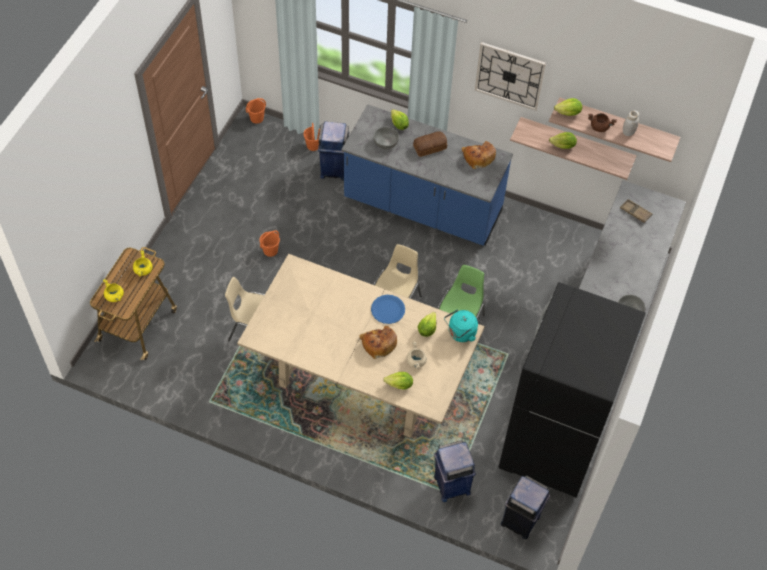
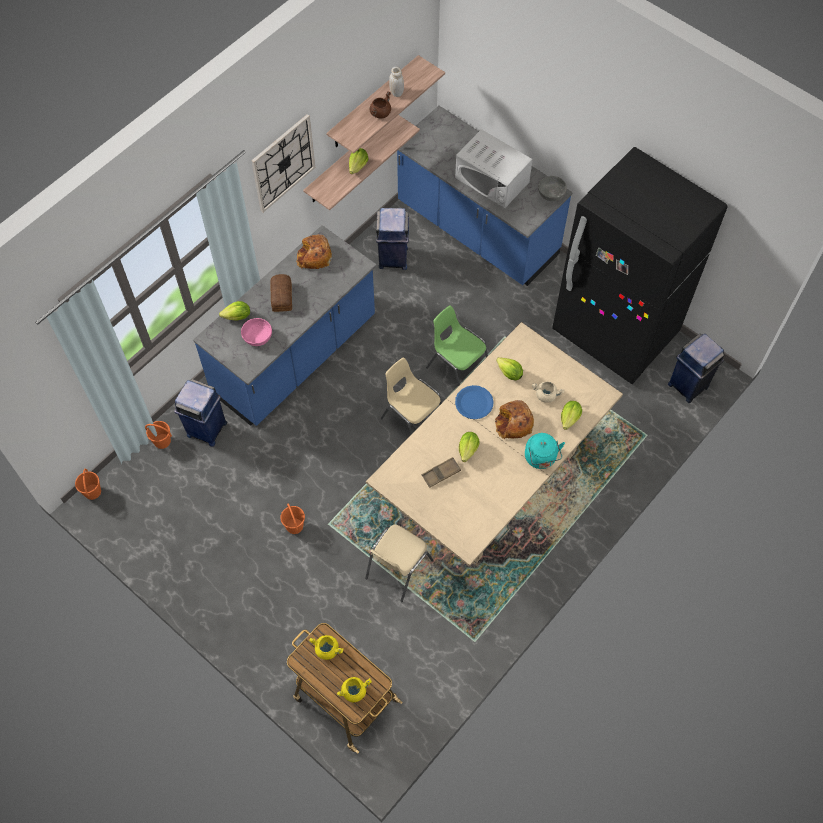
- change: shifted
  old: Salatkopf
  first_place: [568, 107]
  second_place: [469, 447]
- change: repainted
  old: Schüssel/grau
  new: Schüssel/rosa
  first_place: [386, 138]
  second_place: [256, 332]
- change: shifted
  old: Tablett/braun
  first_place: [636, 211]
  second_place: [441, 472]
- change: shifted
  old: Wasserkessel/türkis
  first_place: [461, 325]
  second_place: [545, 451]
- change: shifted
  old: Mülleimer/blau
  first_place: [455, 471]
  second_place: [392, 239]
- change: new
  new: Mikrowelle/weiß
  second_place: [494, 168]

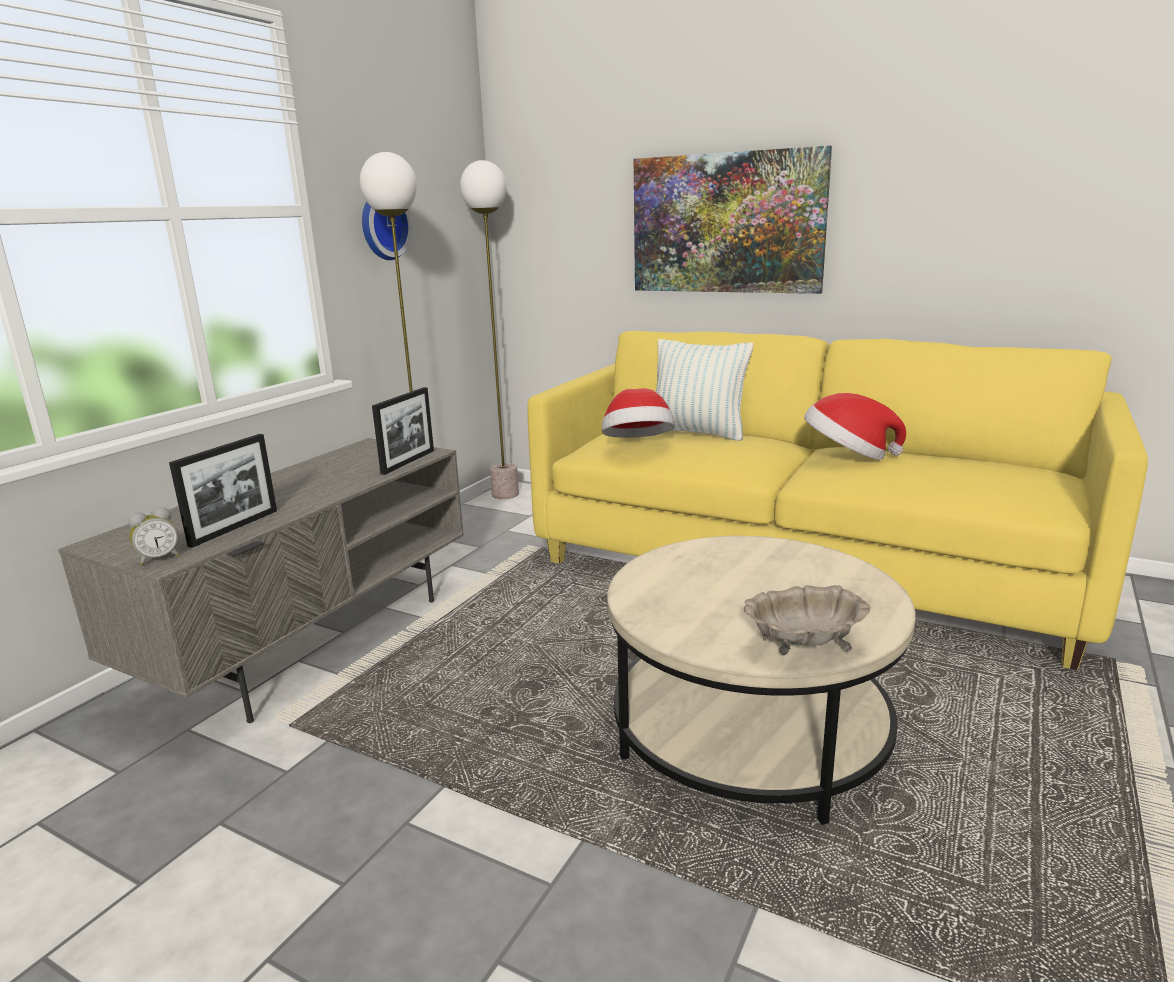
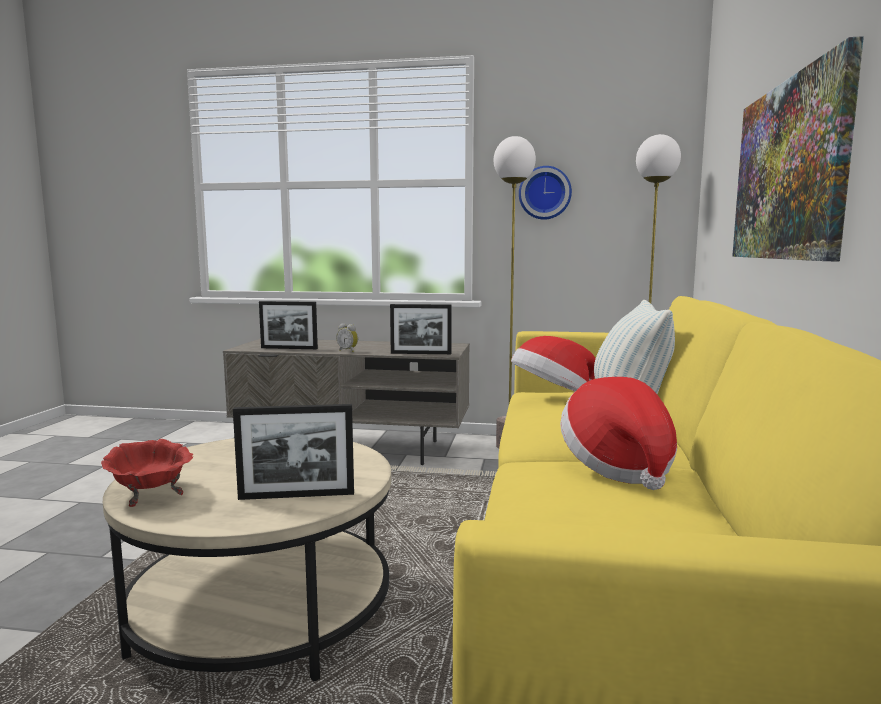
- change: shifted
  old: Wecker
  first_place: [154, 536]
  second_place: [347, 337]
- change: repainted
  old: Schüssel/beige
  new: Schüssel/rot
  first_place: [807, 620]
  second_place: [147, 473]
- change: new
  new: Bilderrahmen
  second_place: [293, 452]

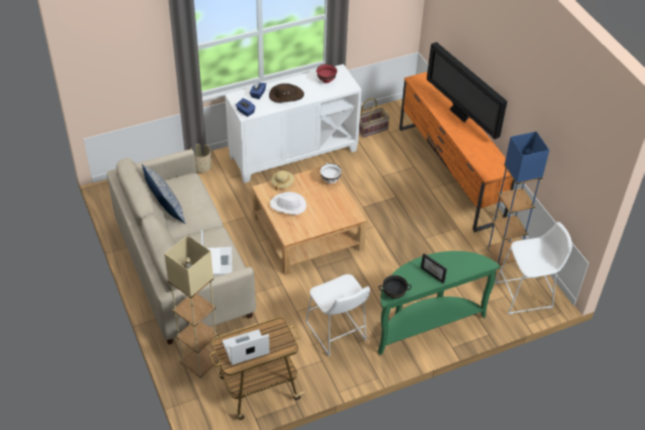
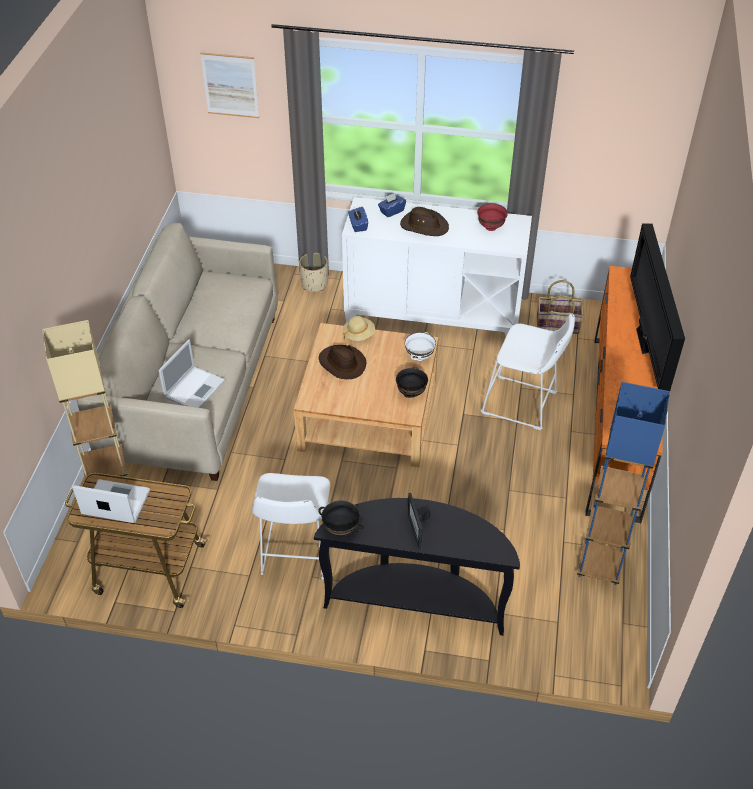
- change: gone
  old: Kissen
  first_place: [164, 194]
- change: repainted
  old: Hut/weiß
  new: Hut/braun
  first_place: [288, 203]
  second_place: [342, 362]
- change: shifted
  old: Hocker/weiß
  first_place: [533, 268]
  second_place: [528, 372]
- change: repainted
  old: Konsolentisch/grün
  new: Konsolentisch/schwarz
  first_place: [439, 303]
  second_place: [417, 567]
- change: new
  new: Bild
  second_place: [229, 85]
- change: new
  new: Schüssel/schwarz
  second_place: [412, 382]

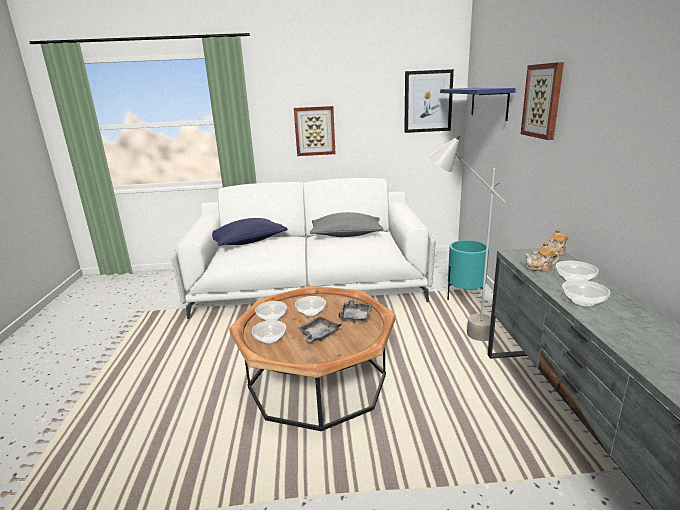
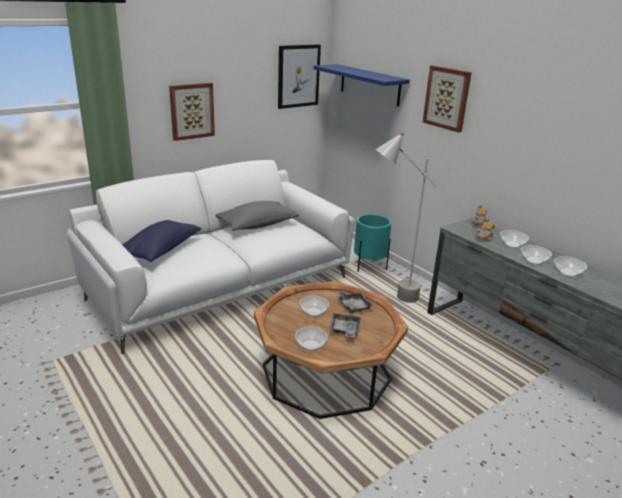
- change: shifted
  old: Schüssel
  first_place: [271, 311]
  second_place: [570, 266]

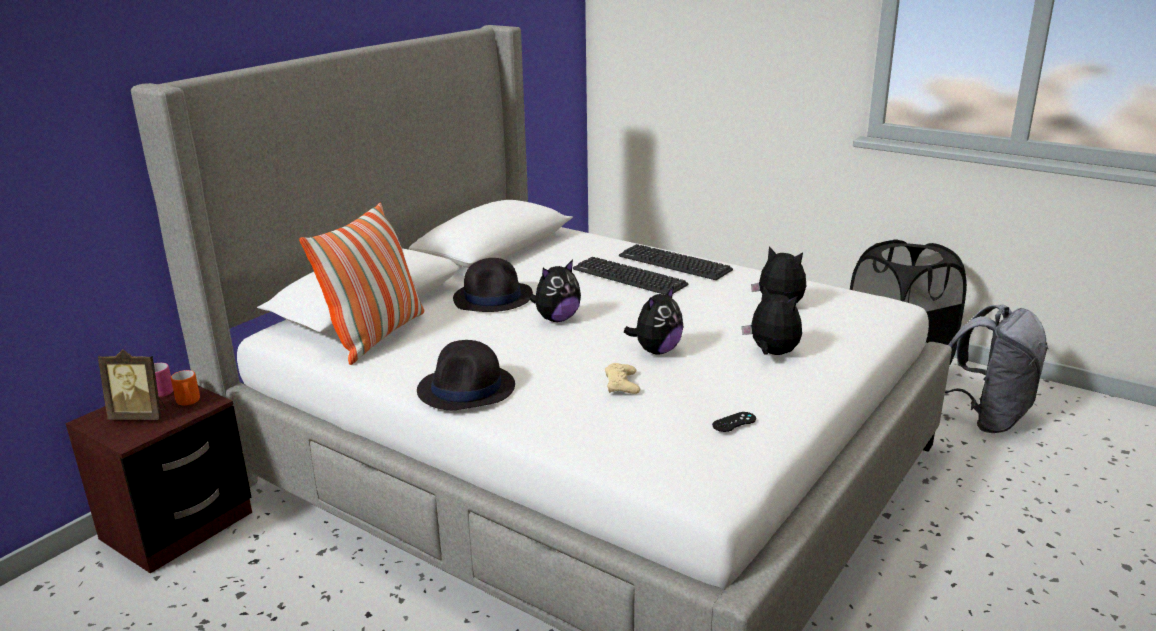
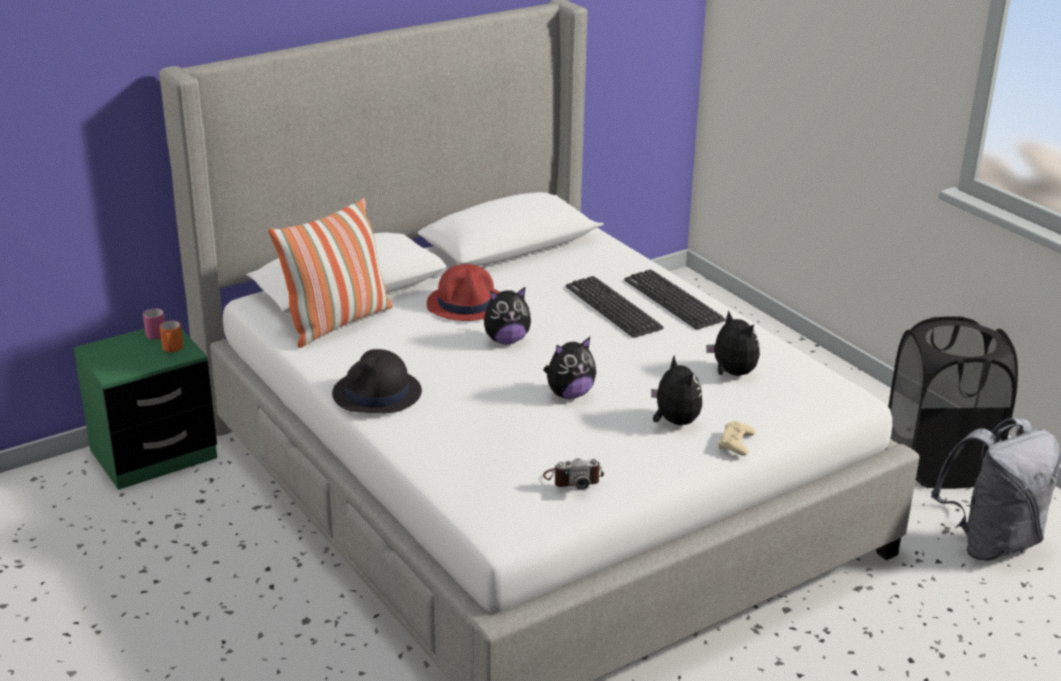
- change: repainted
  old: Hut/schwarz
  new: Hut/rot
  first_place: [493, 285]
  second_place: [463, 292]
- change: gone
  old: Bilderrahmen
  first_place: [132, 384]
- change: shifted
  old: Gamepad/beige
  first_place: [623, 378]
  second_place: [737, 438]
- change: repainted
  old: Nachttisch/braun
  new: Nachttisch/grün
  first_place: [159, 480]
  second_place: [145, 409]
- change: swapped
  old: Gamepad/schwarz
  new: Kamera
  first_place: [734, 422]
  second_place: [573, 474]

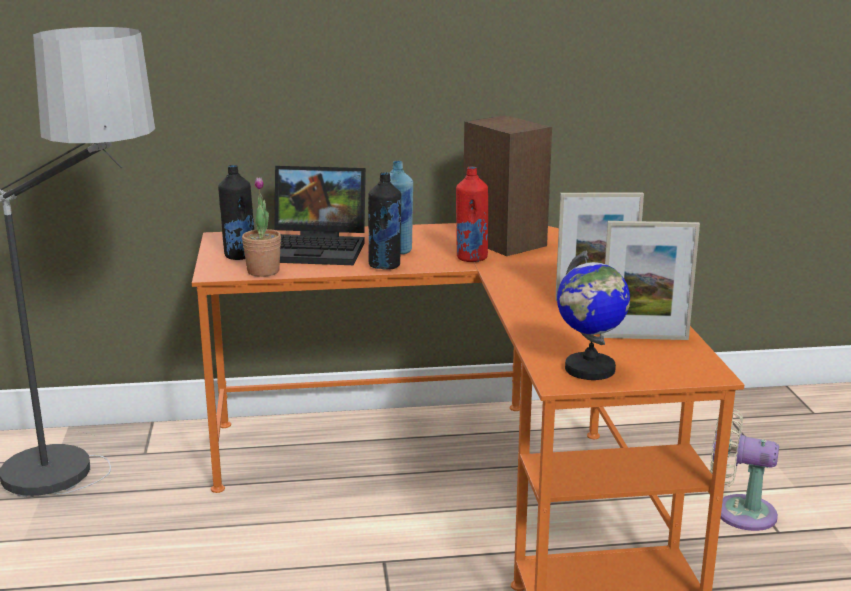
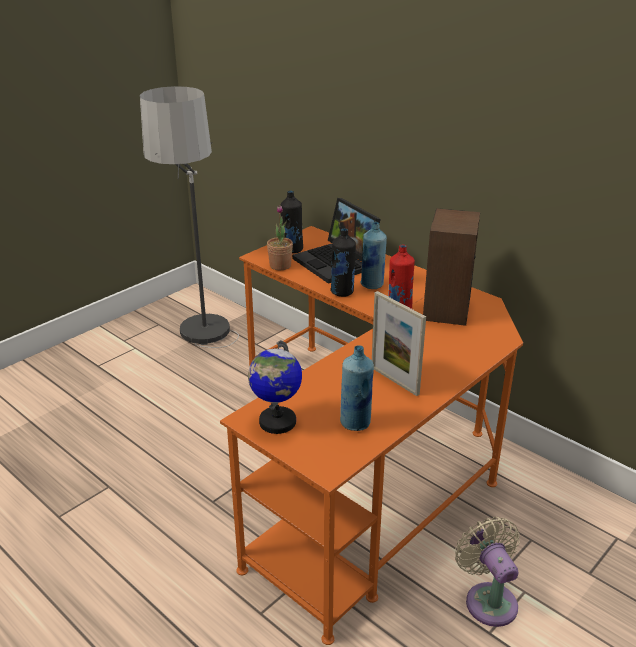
- change: swapped
  old: Bilderrahmen
  new: Flasche/blau
  first_place: [650, 280]
  second_place: [357, 388]

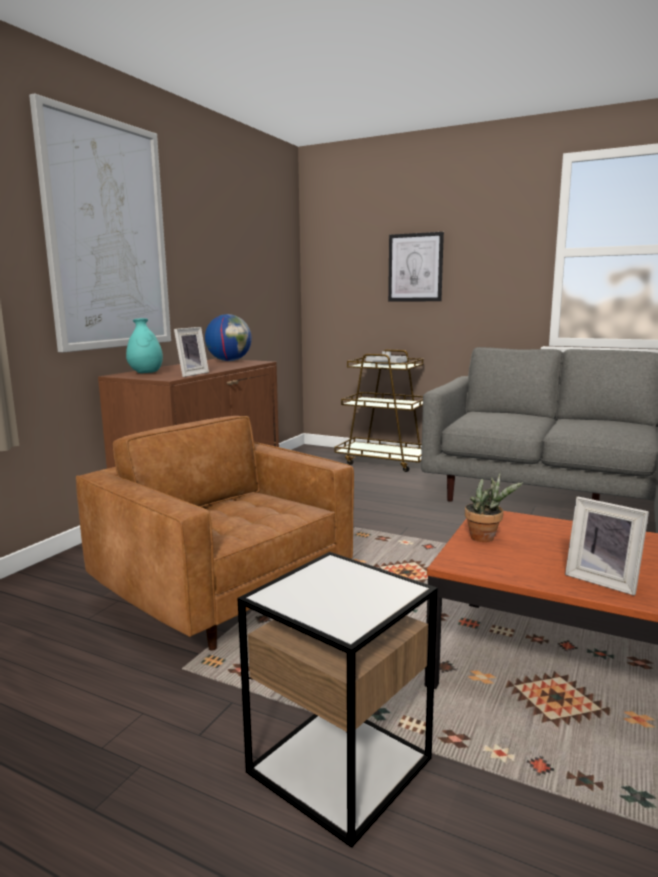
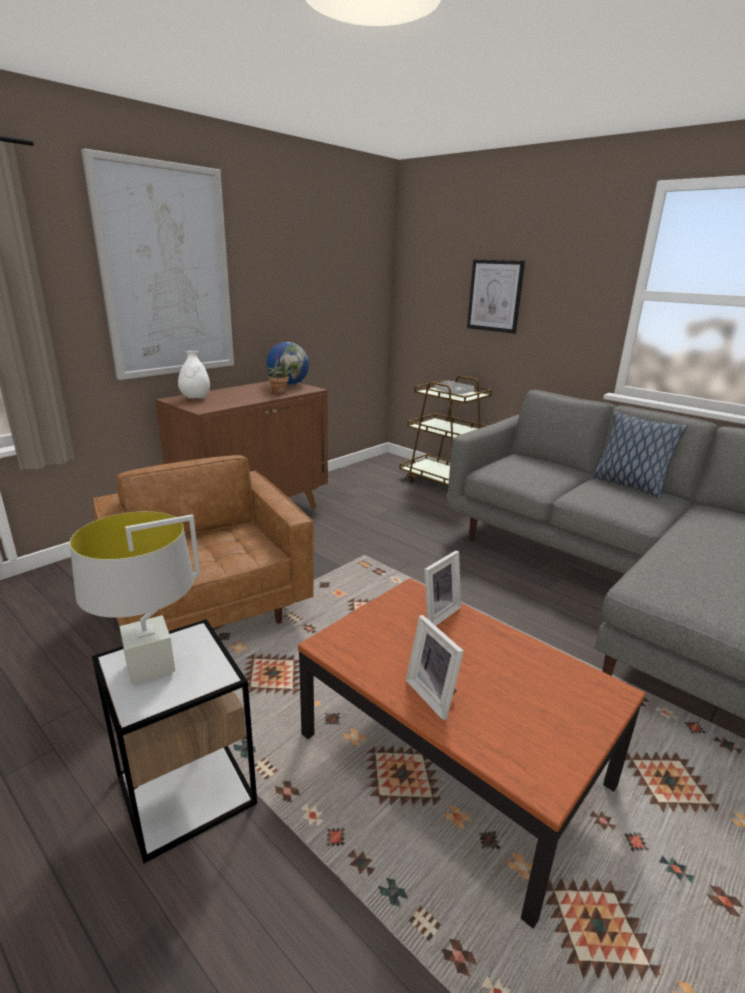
- change: repainted
  old: Vase/türkis
  new: Vase/weiß
  first_place: [144, 345]
  second_place: [194, 375]
- change: shifted
  old: Bilderrahmen
  first_place: [191, 352]
  second_place: [442, 588]
- change: shifted
  old: Topfpflanze
  first_place: [494, 507]
  second_place: [280, 375]
- change: new
  new: Kissen
  second_place: [640, 454]
- change: new
  new: Tischlampe/grau
  second_place: [135, 598]

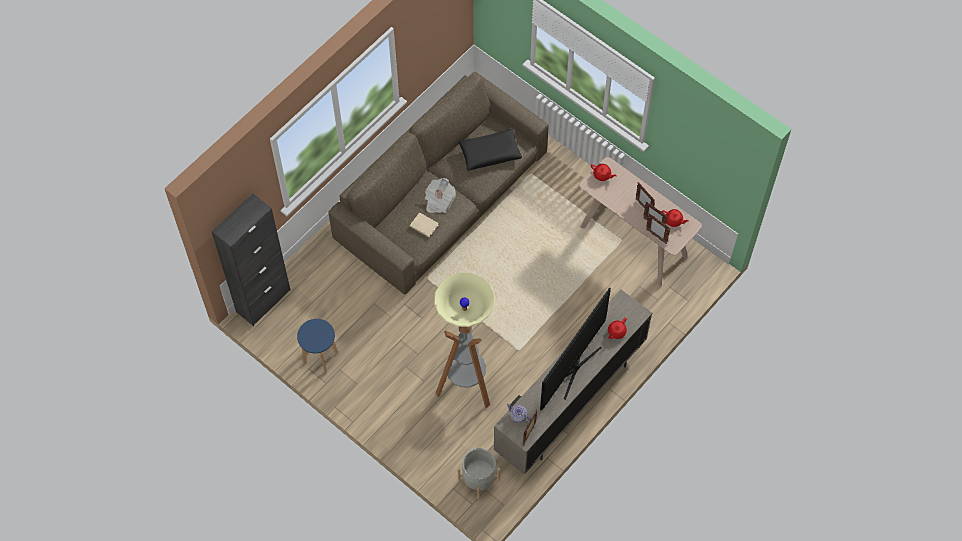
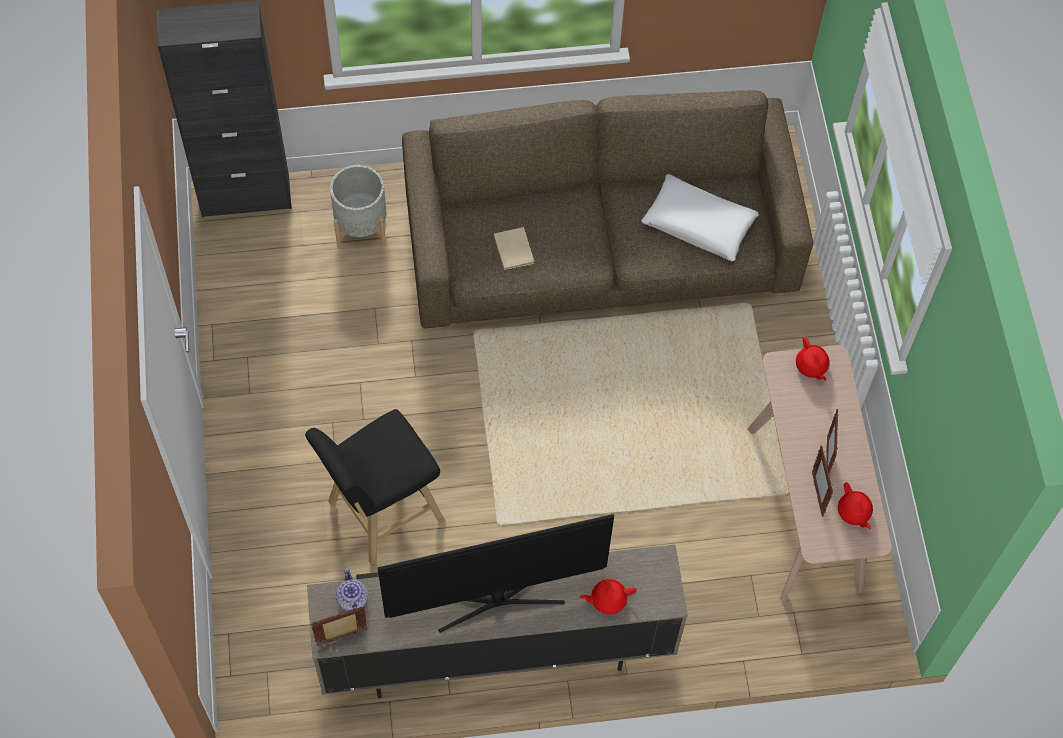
- change: repainted
  old: Kissen/schwarz
  new: Kissen/weiß
  first_place: [490, 150]
  second_place: [700, 217]
- change: gone
  old: Zeitung
  first_place: [440, 195]
- change: gone
  old: Bilderrahmen
  first_place: [658, 228]
- change: swapped
  old: Stehlampe
  new: Hocker/schwarz
  first_place: [464, 340]
  second_place: [375, 487]
- change: gone
  old: Hocker/blau
  first_place: [317, 346]
- change: shifted
  old: Pflanzkübel/grau
  first_place: [479, 473]
  second_place: [358, 206]

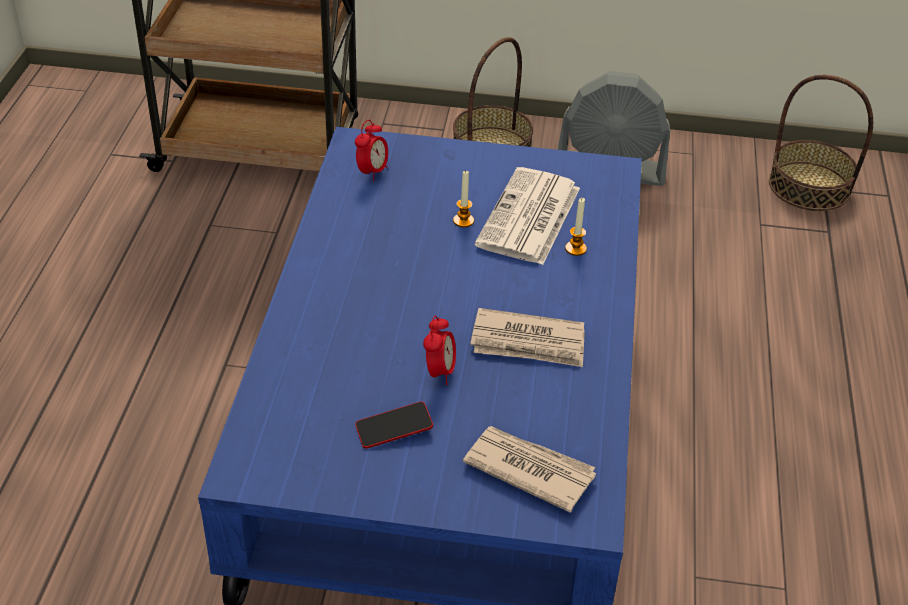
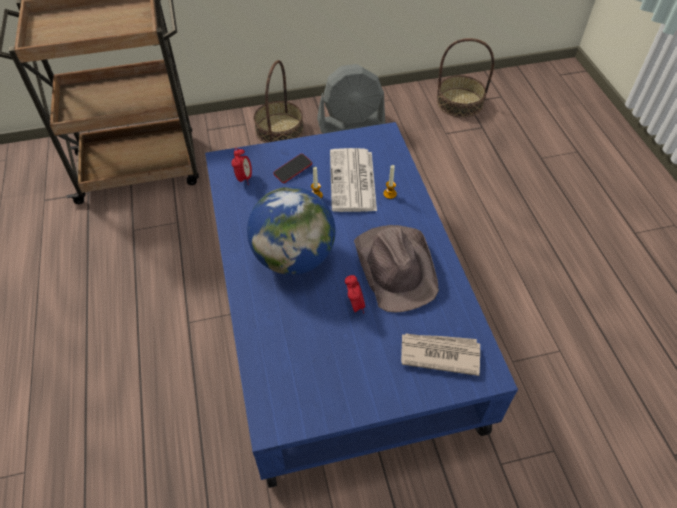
- change: swapped
  old: Zeitung
  new: Hut/braun
  first_place: [527, 337]
  second_place: [396, 268]
- change: shifted
  old: Handy
  first_place: [394, 425]
  second_place: [292, 168]
- change: new
  new: Globus
  second_place: [291, 231]

